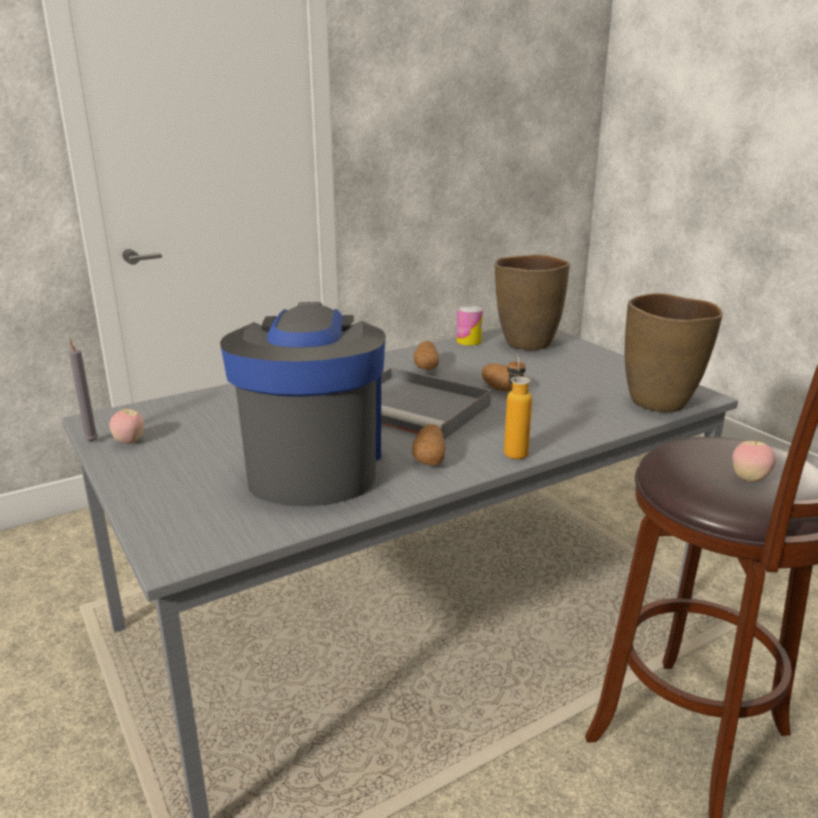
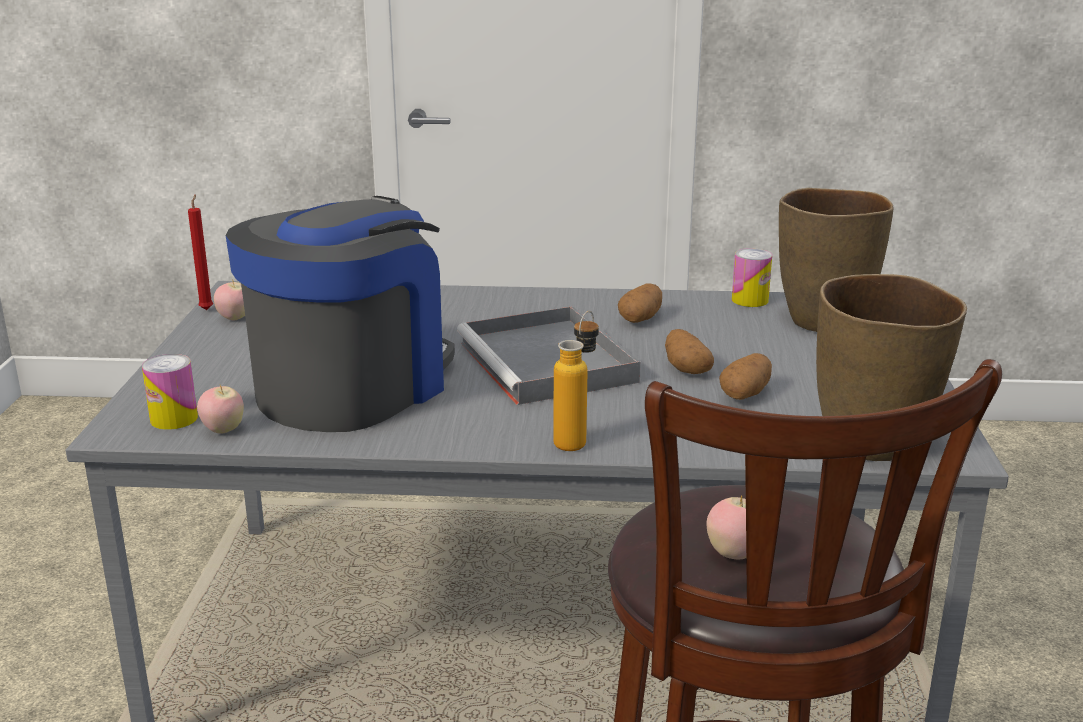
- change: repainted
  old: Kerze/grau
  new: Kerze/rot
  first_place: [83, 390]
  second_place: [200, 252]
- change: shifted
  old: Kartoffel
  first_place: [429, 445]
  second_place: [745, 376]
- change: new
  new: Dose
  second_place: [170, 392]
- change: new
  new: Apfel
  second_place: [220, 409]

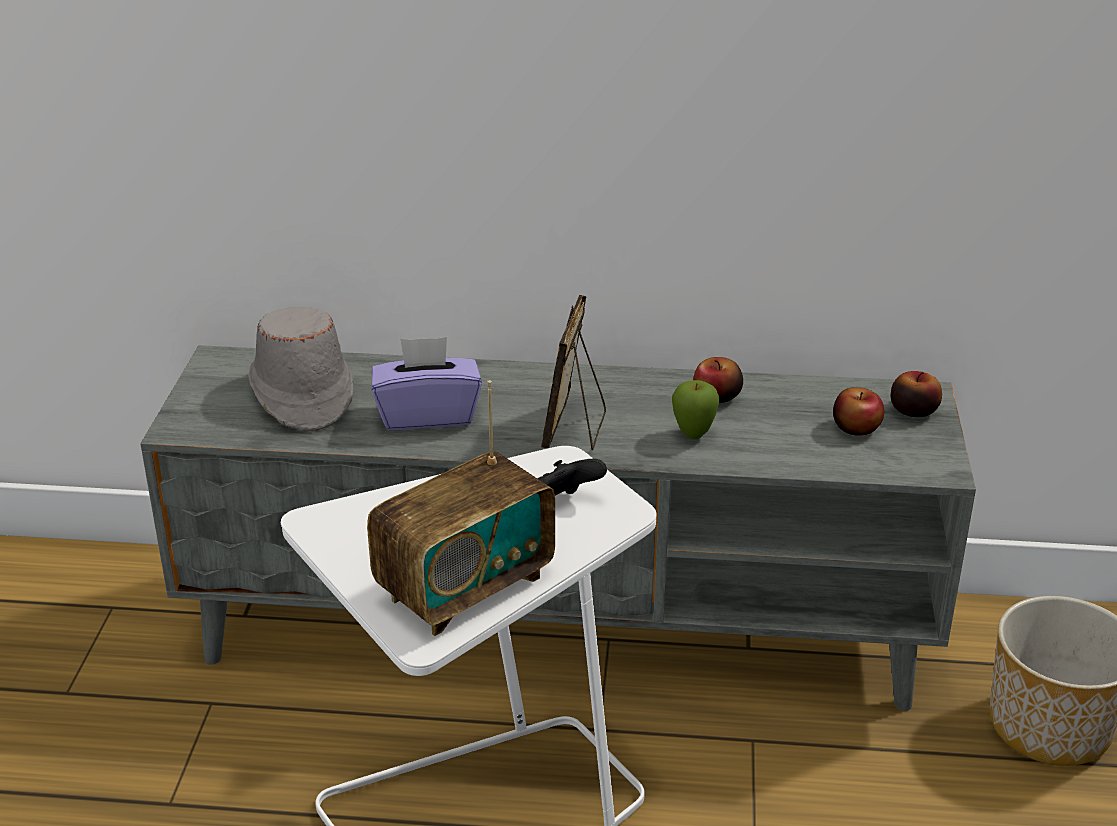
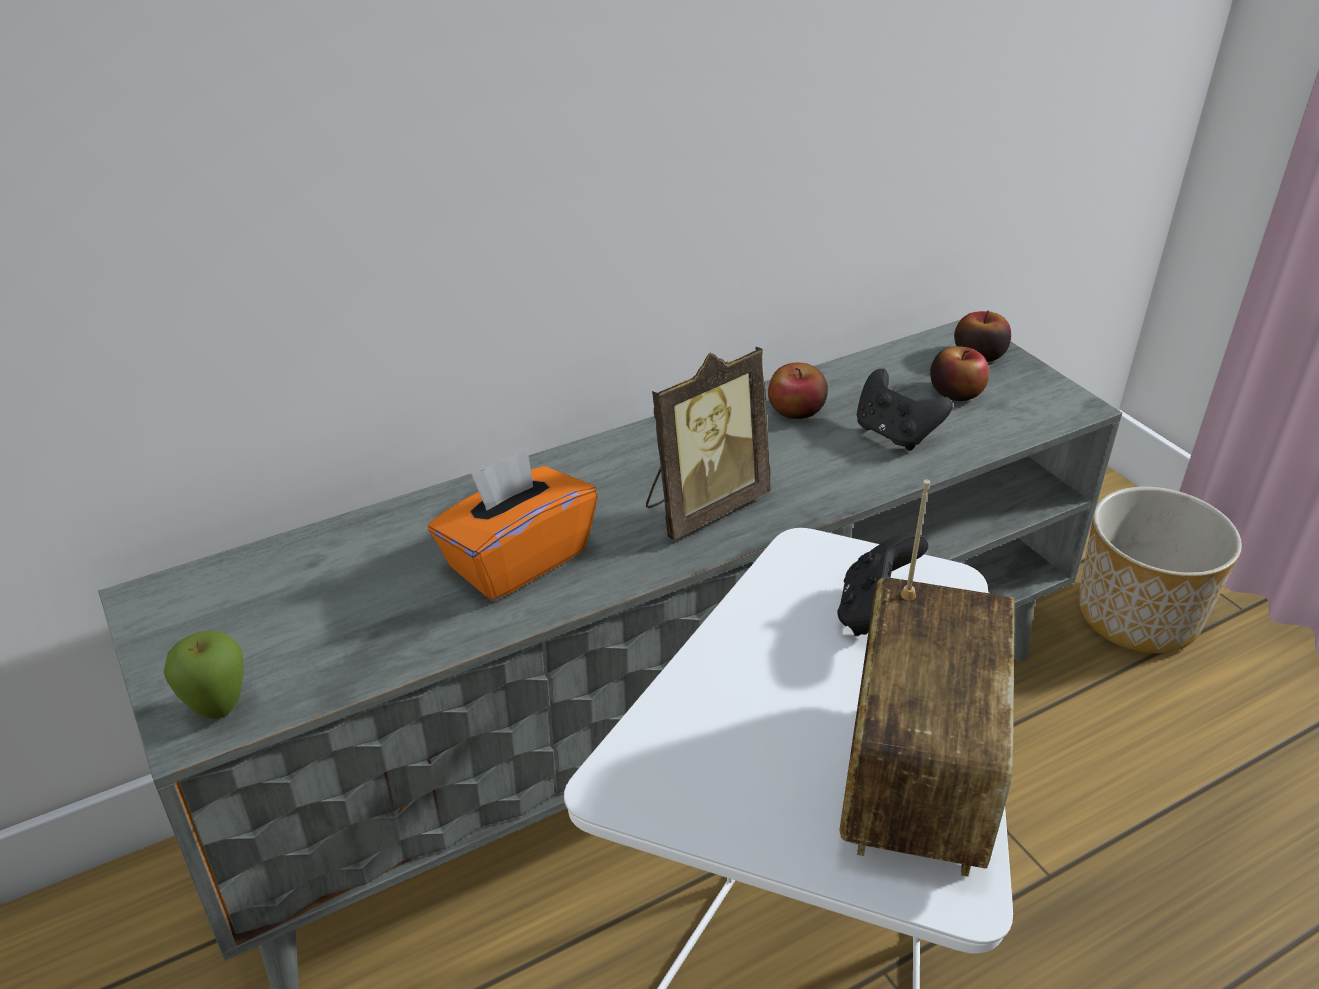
- change: rotated
  old: Bilderrahmen
  first_place: [573, 372]
  second_place: [708, 443]
  degrees: -105
- change: gone
  old: Hut/grau
  first_place: [301, 369]
- change: repainted
  old: Taschentuchbox/lila
  new: Taschentuchbox/orange
  first_place: [427, 383]
  second_place: [513, 525]
- change: shifted
  old: Apfel
  first_place: [695, 409]
  second_place: [203, 674]
- change: new
  new: Gamepad/schwarz
  second_place: [905, 410]

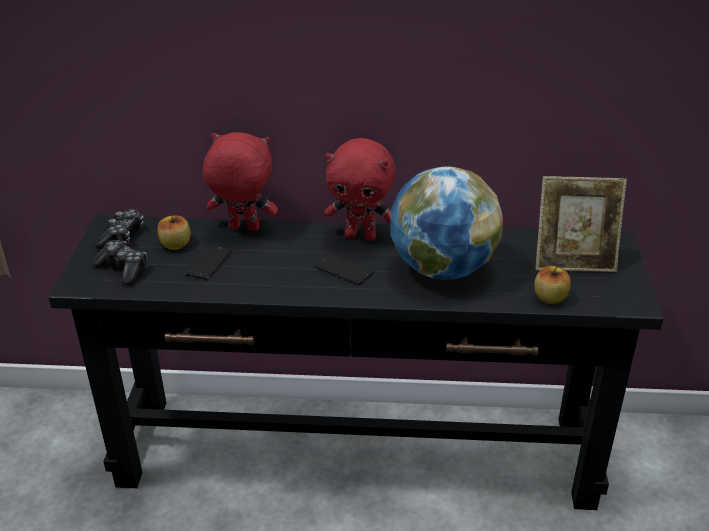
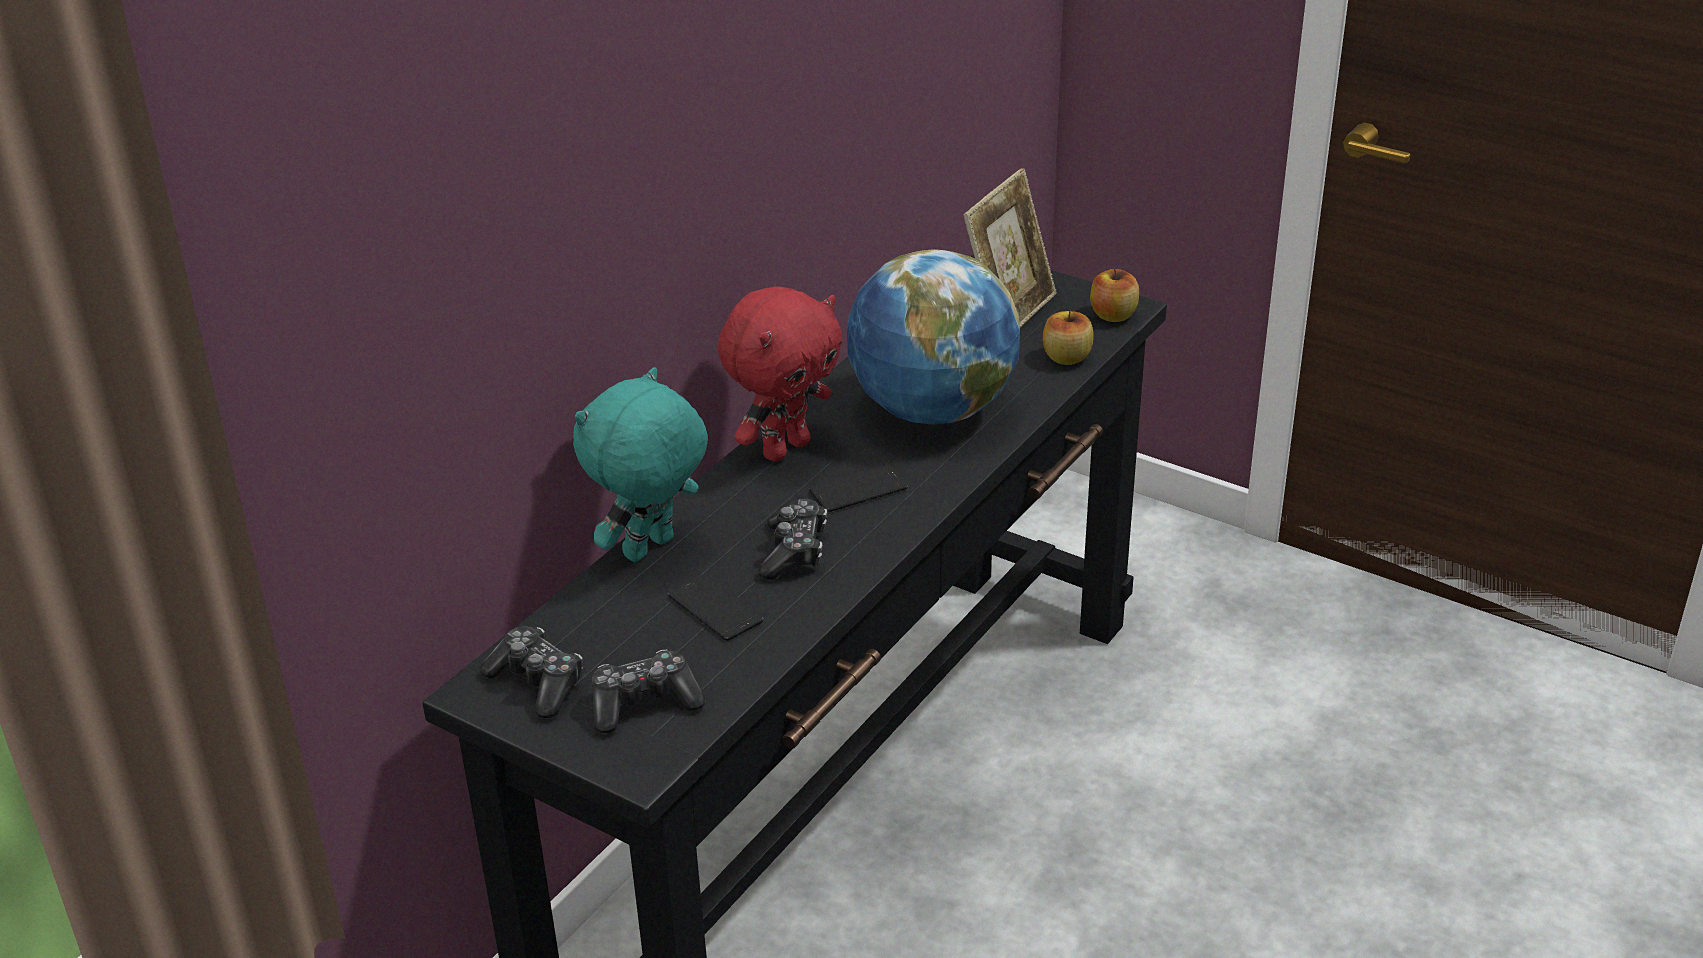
- change: repainted
  old: Plüschtier/rot
  new: Plüschtier/türkis
  first_place: [240, 181]
  second_place: [640, 464]
- change: shifted
  old: Apfel
  first_place: [173, 232]
  second_place: [1114, 295]
- change: new
  new: Gamepad
  second_place: [792, 539]

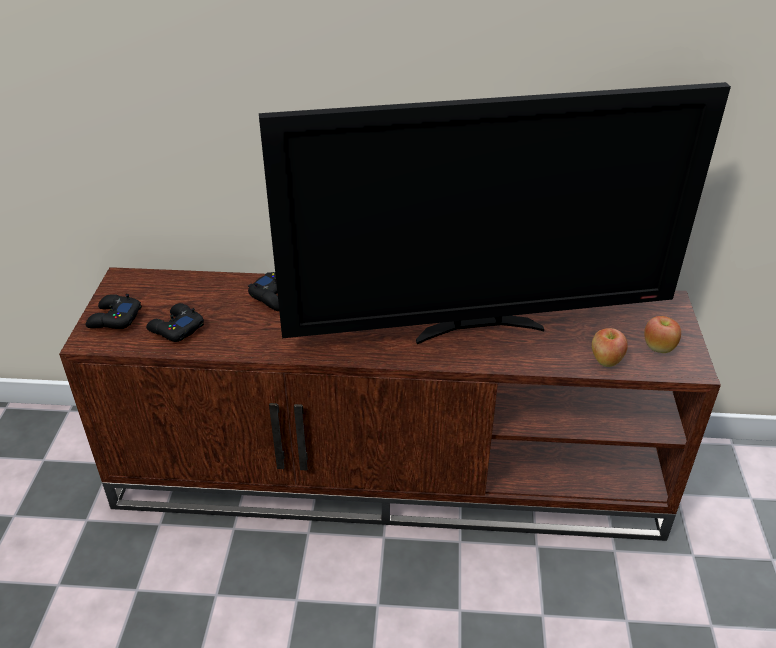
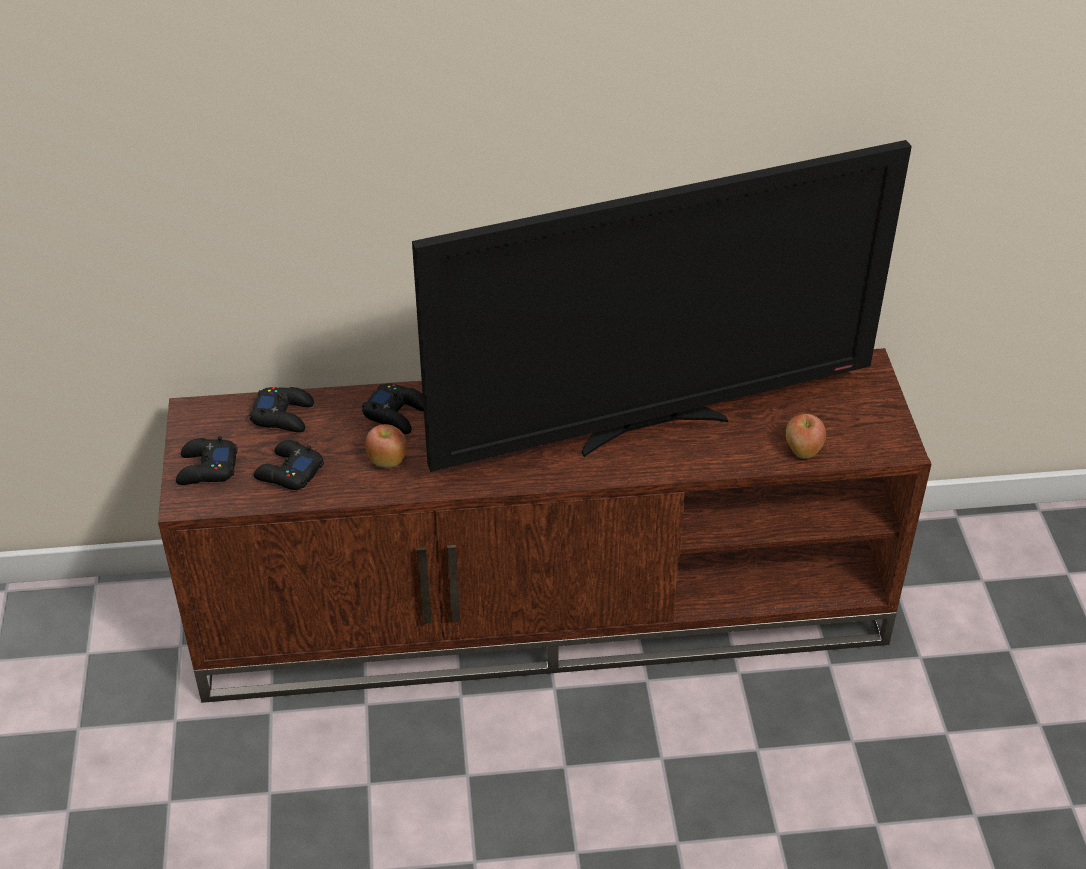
- change: shifted
  old: Apfel
  first_place: [662, 334]
  second_place: [386, 446]
- change: new
  new: Gamepad/schwarz
  second_place: [281, 409]

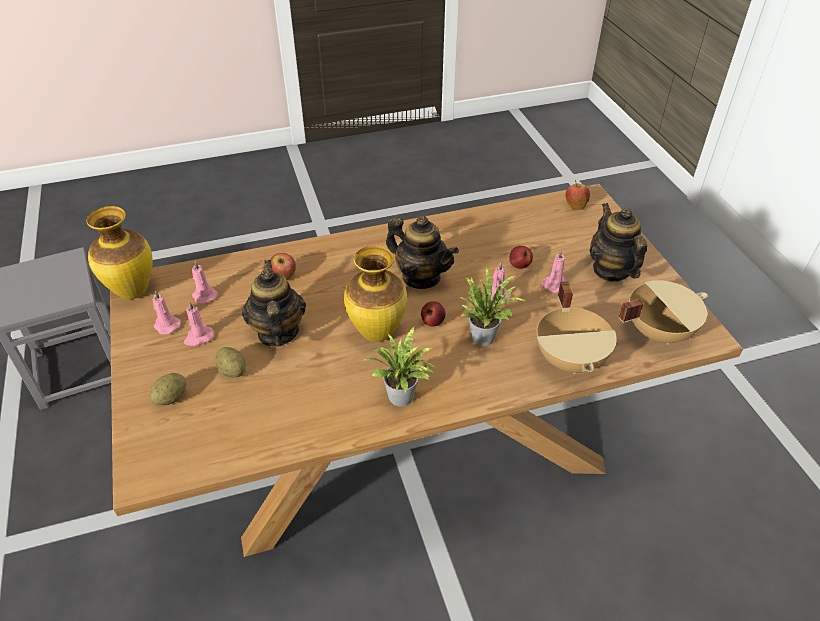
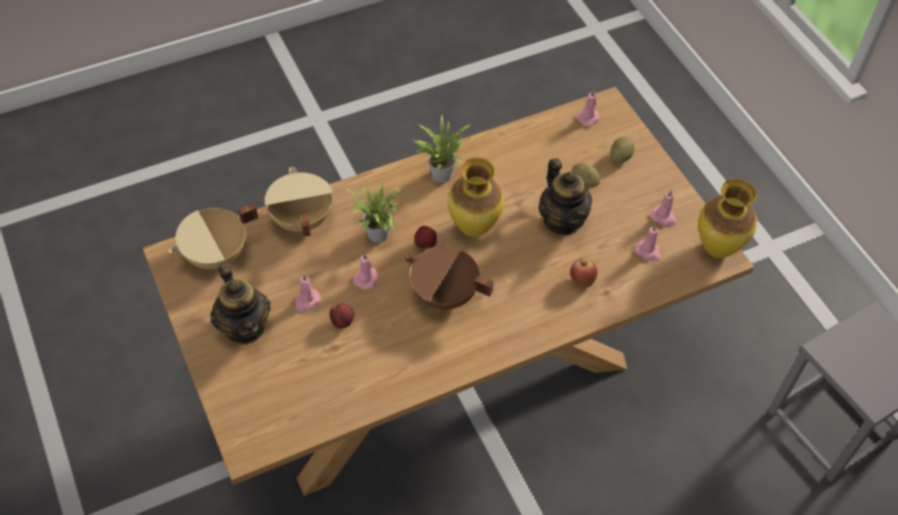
- change: gone
  old: Apfel
  first_place: [577, 195]
- change: swapped
  old: Teekanne
  new: Kochtopf/braun
  first_place: [422, 252]
  second_place: [449, 278]
- change: shifted
  old: Kerze/rosa
  first_place: [199, 323]
  second_place: [588, 107]

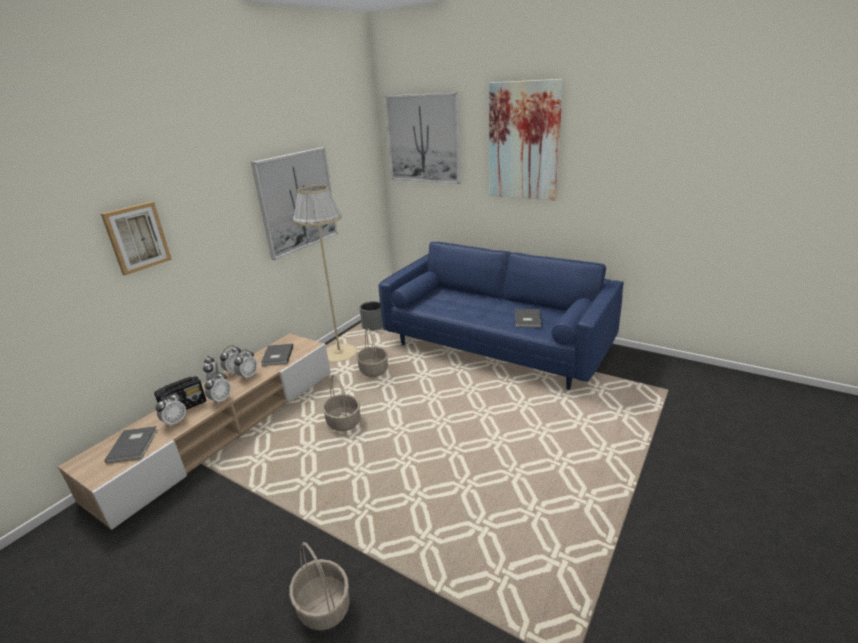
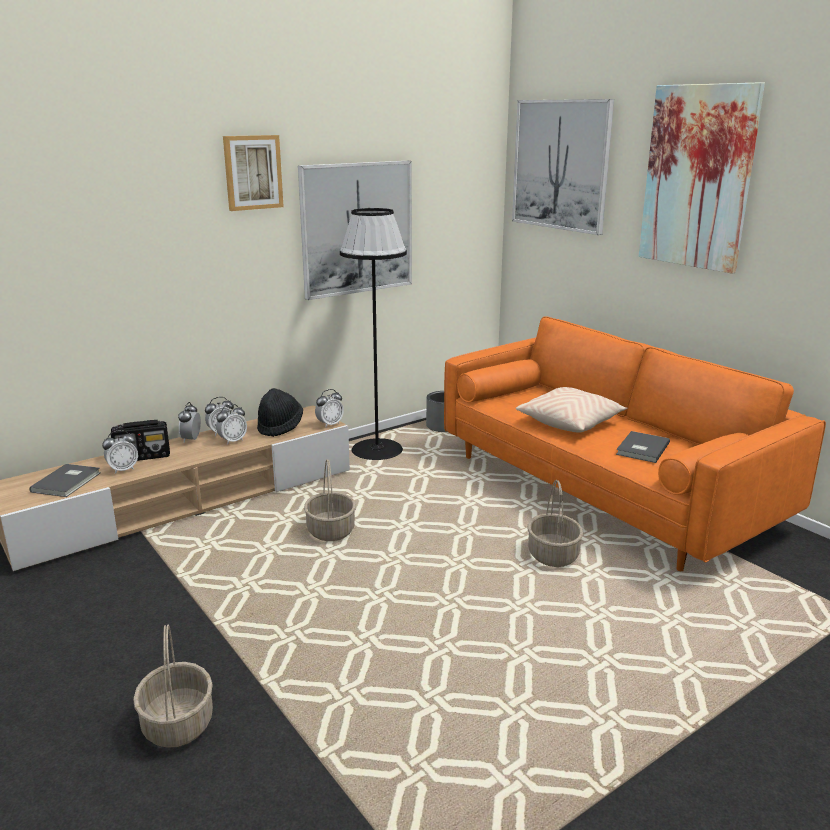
- change: repainted
  old: Stehlampe/beige
  new: Stehlampe/schwarz
  first_place: [325, 273]
  second_place: [373, 334]
- change: shifted
  old: Bild
  first_place: [136, 238]
  second_place: [253, 173]
- change: repainted
  old: Sofa/blau
  new: Sofa/orange
  first_place: [501, 316]
  second_place: [635, 443]
- change: shifted
  old: Korb
  first_place: [372, 352]
  second_place: [555, 523]
- change: swapped
  old: Buch/grau
  new: Hut/schwarz
  first_place: [277, 354]
  second_place: [280, 412]
- change: shifted
  old: Wecker
  first_place: [217, 388]
  second_place: [329, 408]
- change: new
  new: Kissen/beige
  second_place: [571, 410]

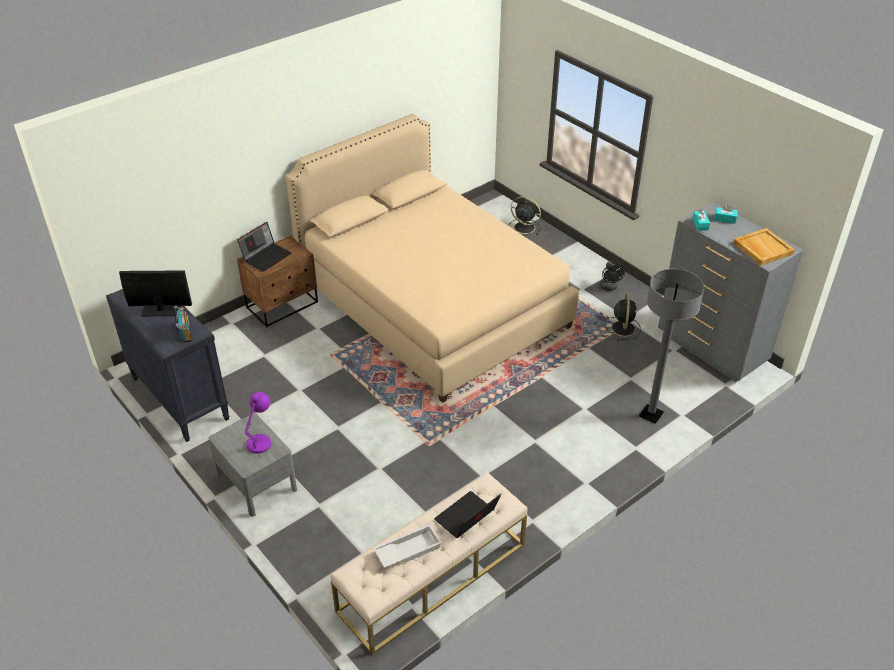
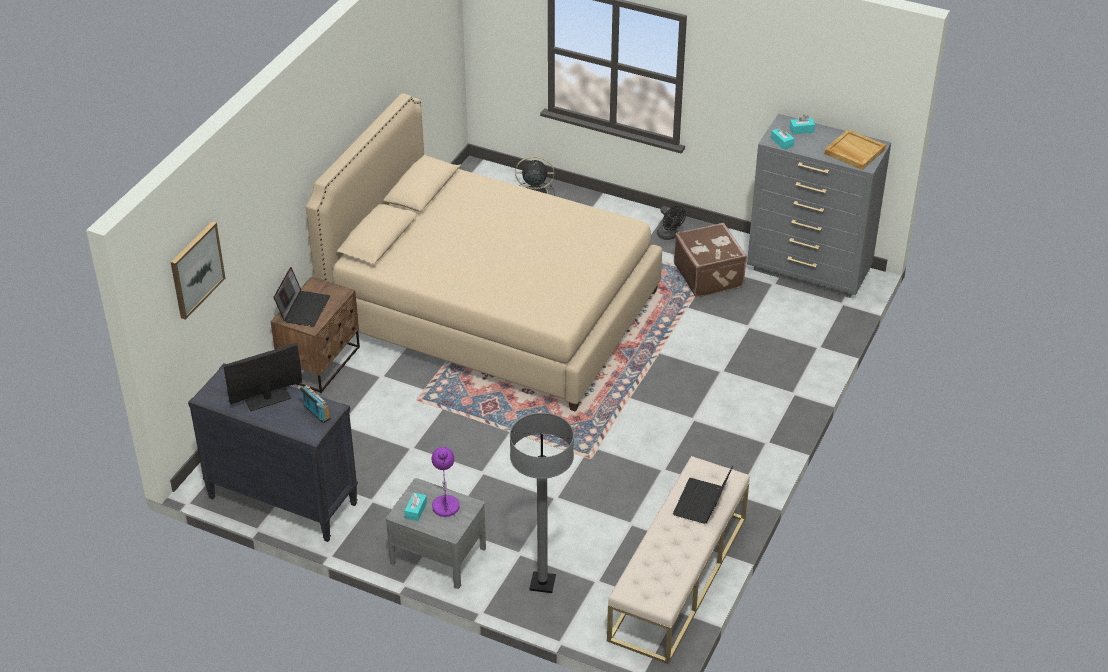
- change: shifted
  old: Stehlampe/grau
  first_place: [671, 346]
  second_place: [542, 503]
- change: swapped
  old: Ventilator/schwarz
  new: Koffer/braun
  first_place: [623, 316]
  second_place: [710, 260]
- change: gone
  old: Tablett/weiß
  first_place: [407, 546]
- change: new
  new: Bild
  second_place: [198, 271]
- change: new
  new: Taschentuchbox/türkis
  second_place: [416, 507]

